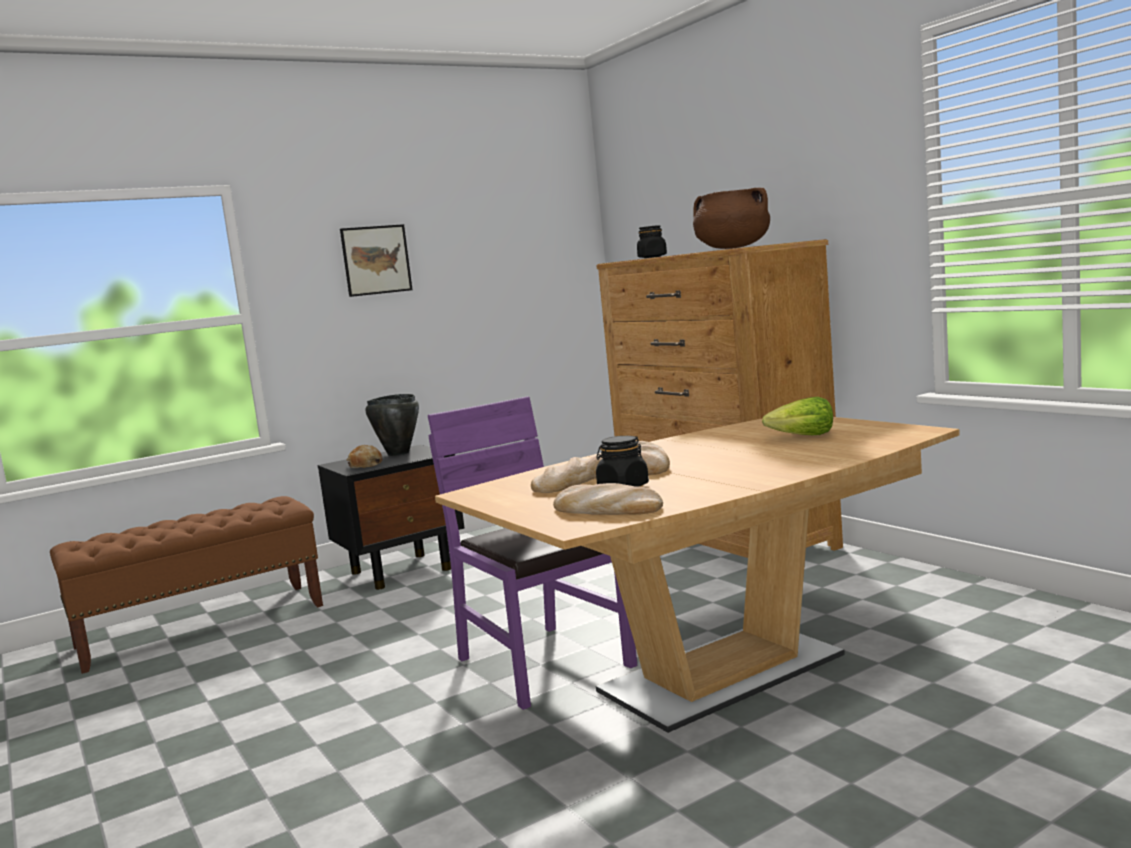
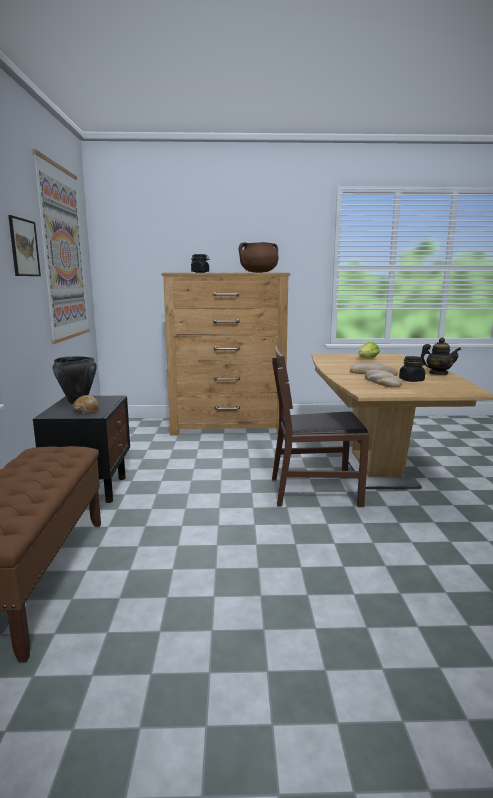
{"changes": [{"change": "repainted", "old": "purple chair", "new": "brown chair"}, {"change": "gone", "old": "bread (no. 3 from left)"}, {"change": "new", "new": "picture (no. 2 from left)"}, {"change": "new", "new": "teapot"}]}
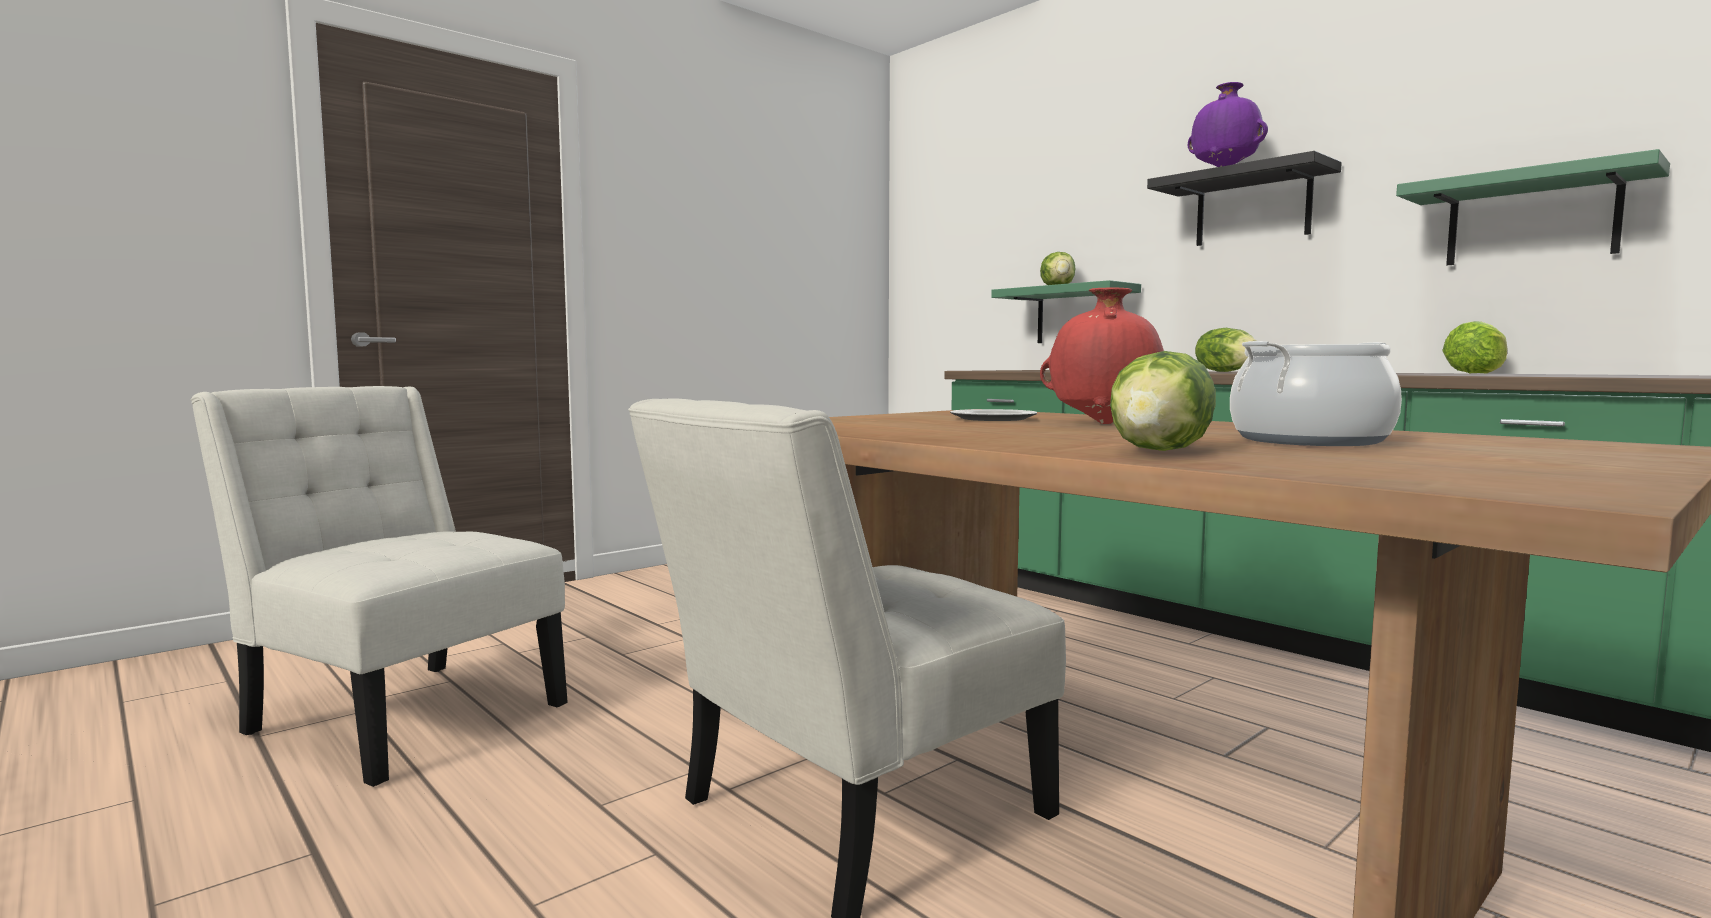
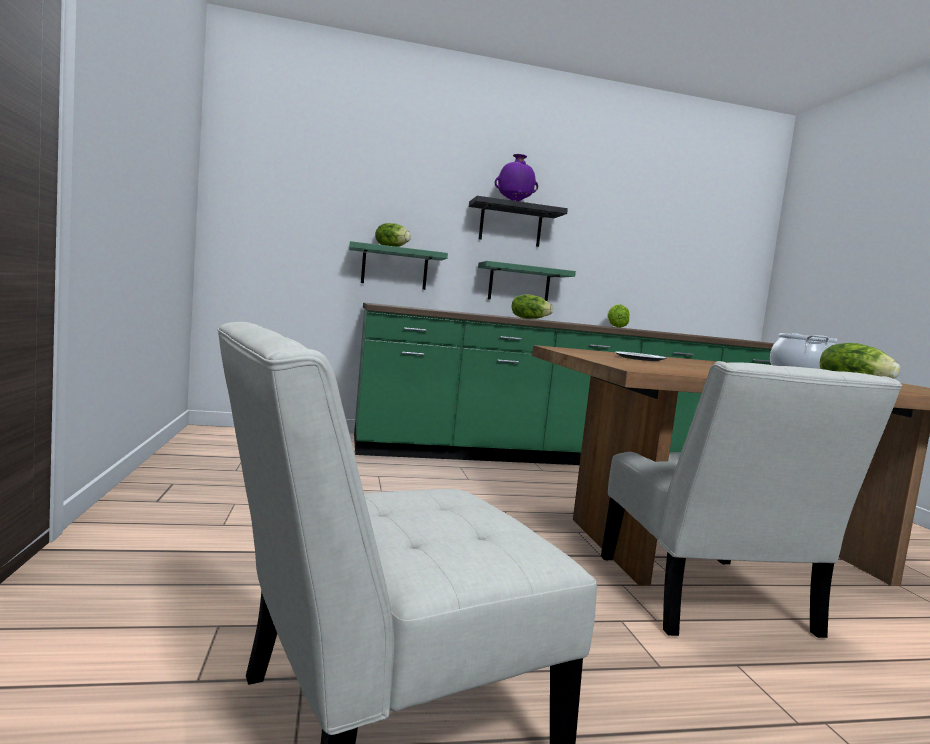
{"changes": [{"change": "shifted", "old": "green shelf (no. 2 from left)"}, {"change": "gone", "old": "red vase"}]}
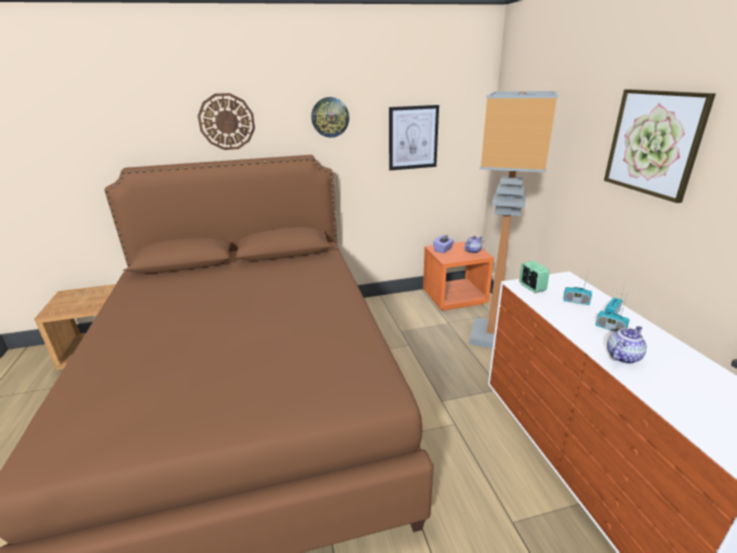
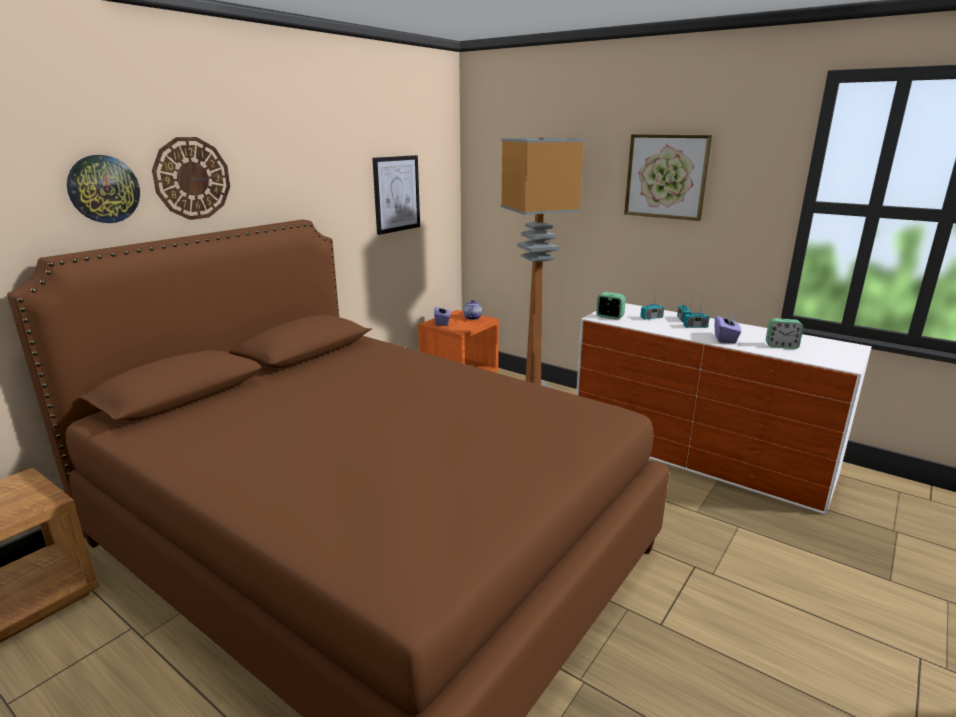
{"changes": [{"change": "shifted", "old": "wall clock (no. 2 from left in the first image)", "new": "wall clock (no. 1 from left)"}, {"change": "swapped", "old": "teapot (no. 2 from left)", "new": "purple tissue box (no. 2 from left)"}, {"change": "new", "new": "alarm clock (no. 2 from left)"}]}
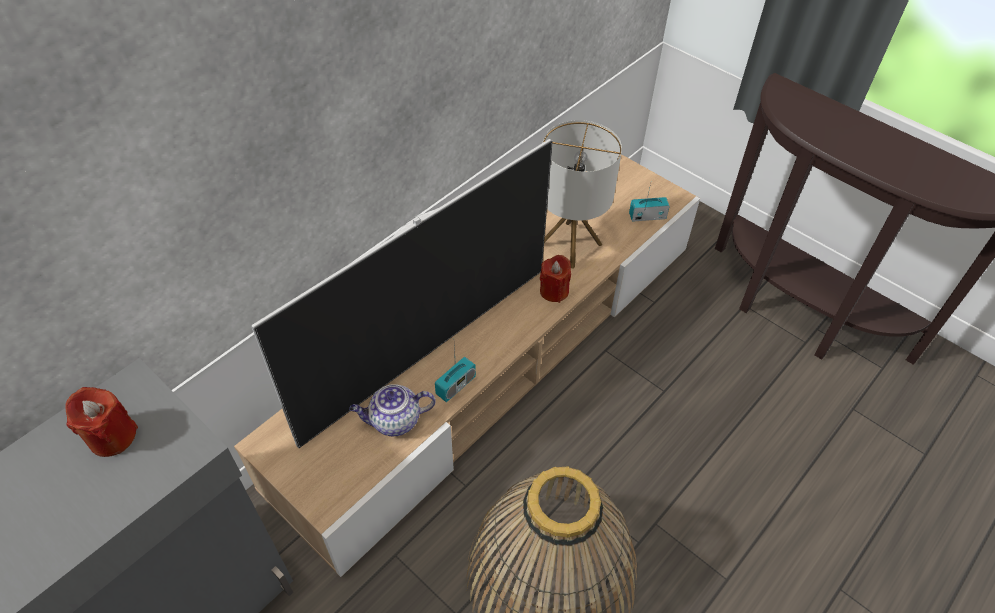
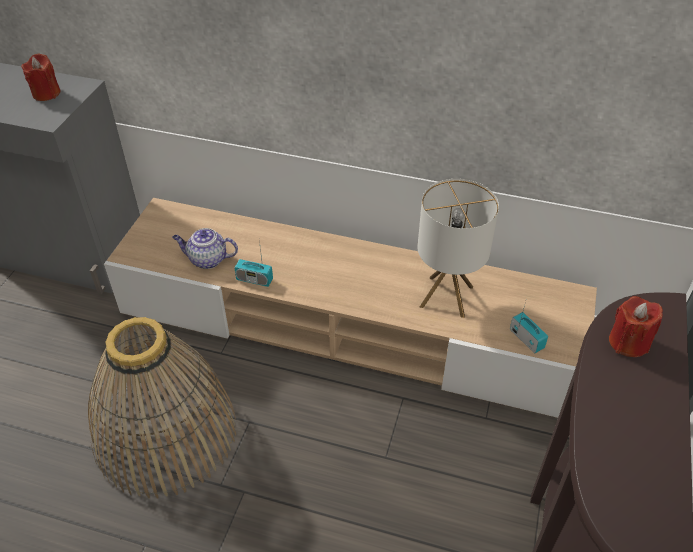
{"changes": [{"change": "gone", "old": "television"}, {"change": "shifted", "old": "red candle (no. 2 from left)"}, {"change": "rotated", "old": "teapot", "degrees": -45}]}
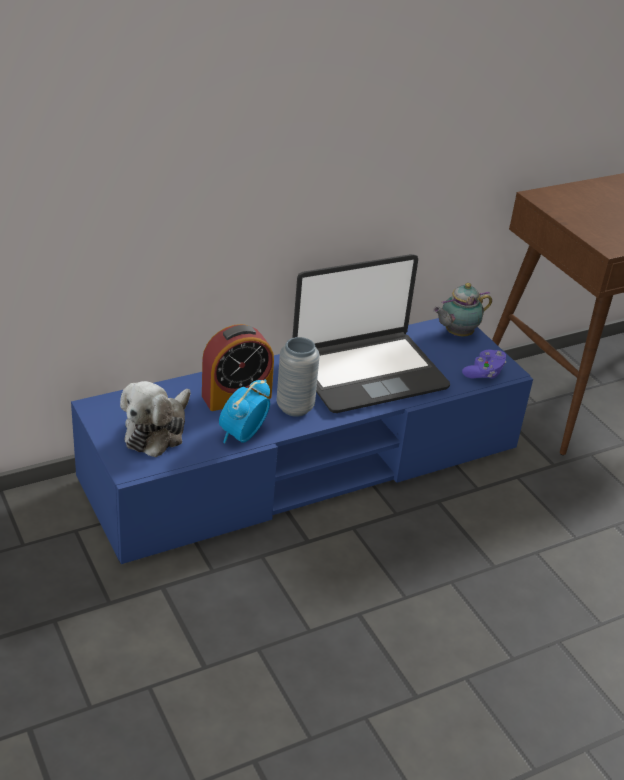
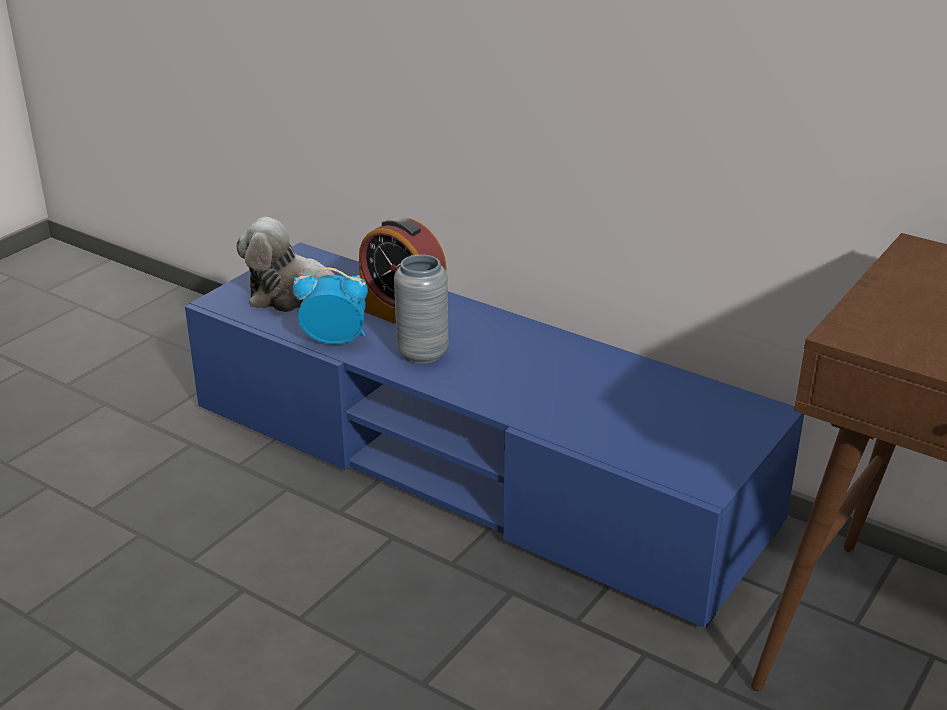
{"changes": [{"change": "gone", "old": "laptop"}, {"change": "gone", "old": "teapot"}, {"change": "gone", "old": "purple game controller"}]}
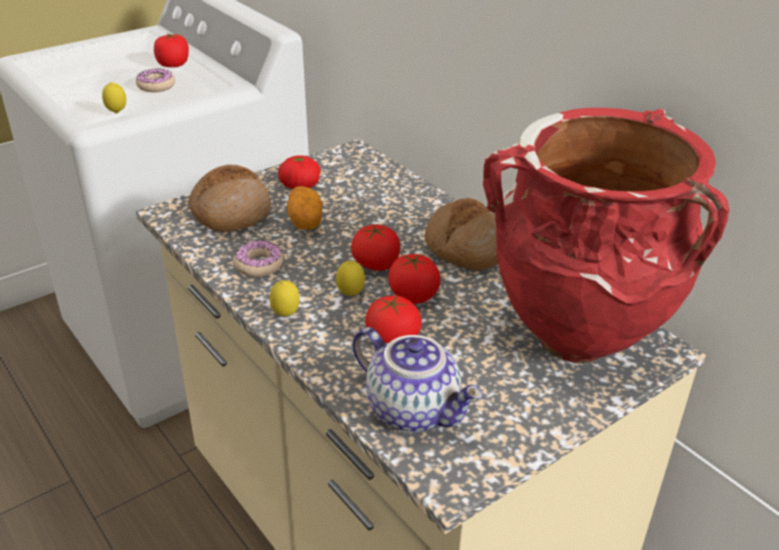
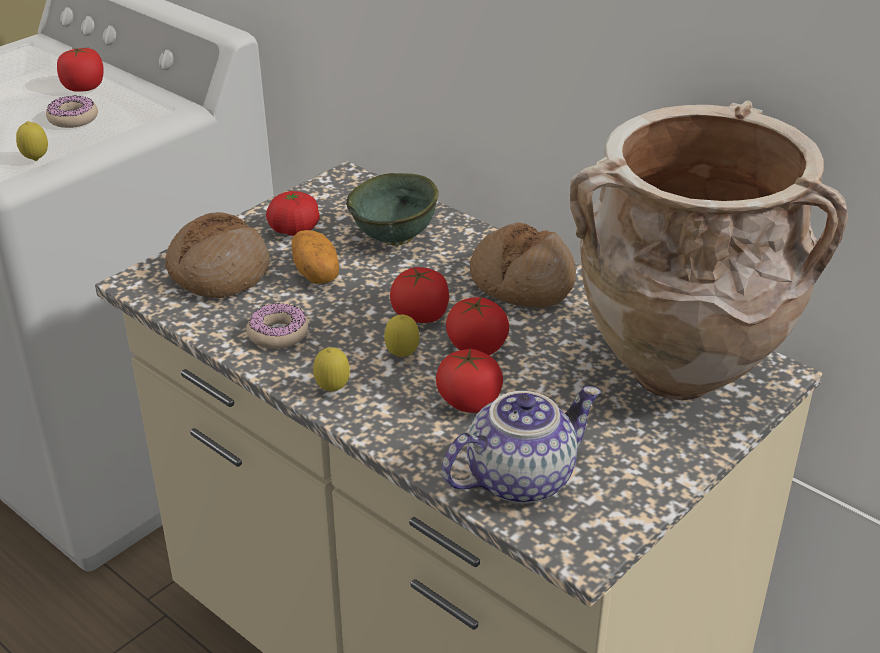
{"changes": [{"change": "repainted", "old": "red vase", "new": "beige vase"}, {"change": "rotated", "old": "teapot", "degrees": -60}, {"change": "new", "new": "green bowl"}]}
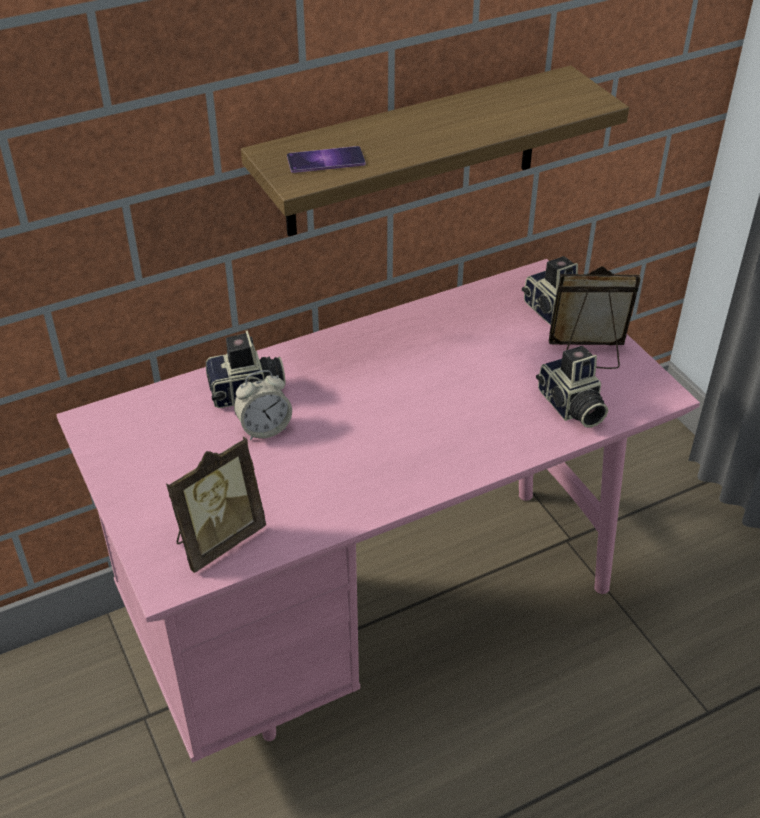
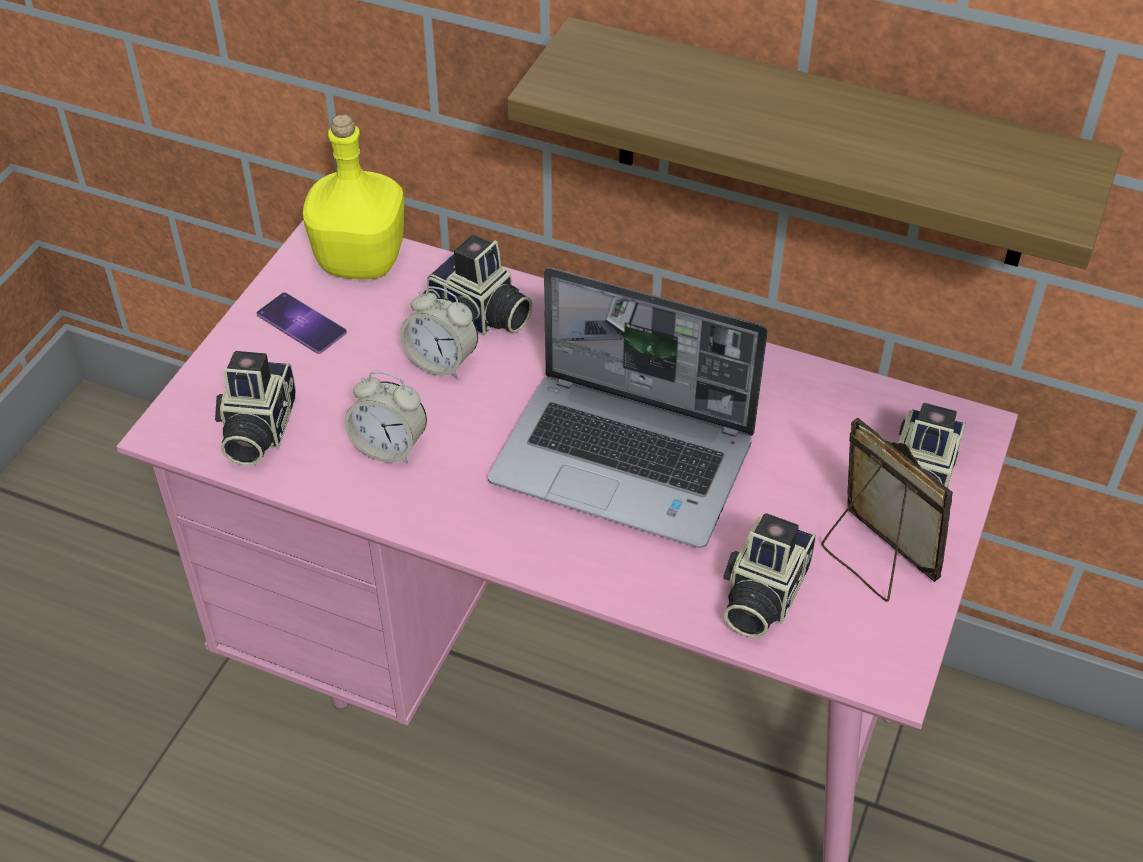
{"changes": [{"change": "shifted", "old": "phone"}, {"change": "swapped", "old": "picture frame (no. 1 from left)", "new": "photo camera (no. 1 from left)"}, {"change": "new", "new": "yellow bottle"}, {"change": "new", "new": "laptop"}, {"change": "new", "new": "alarm clock (no. 1 from left)"}]}
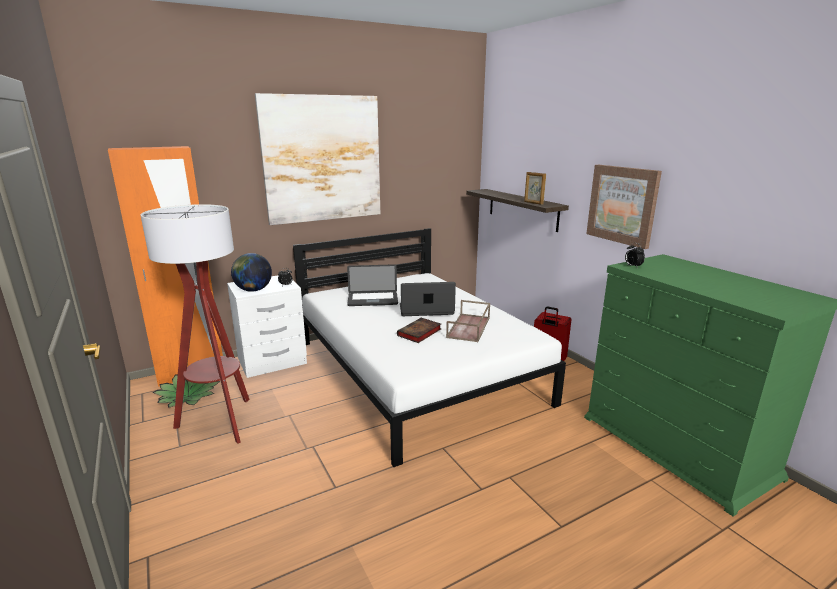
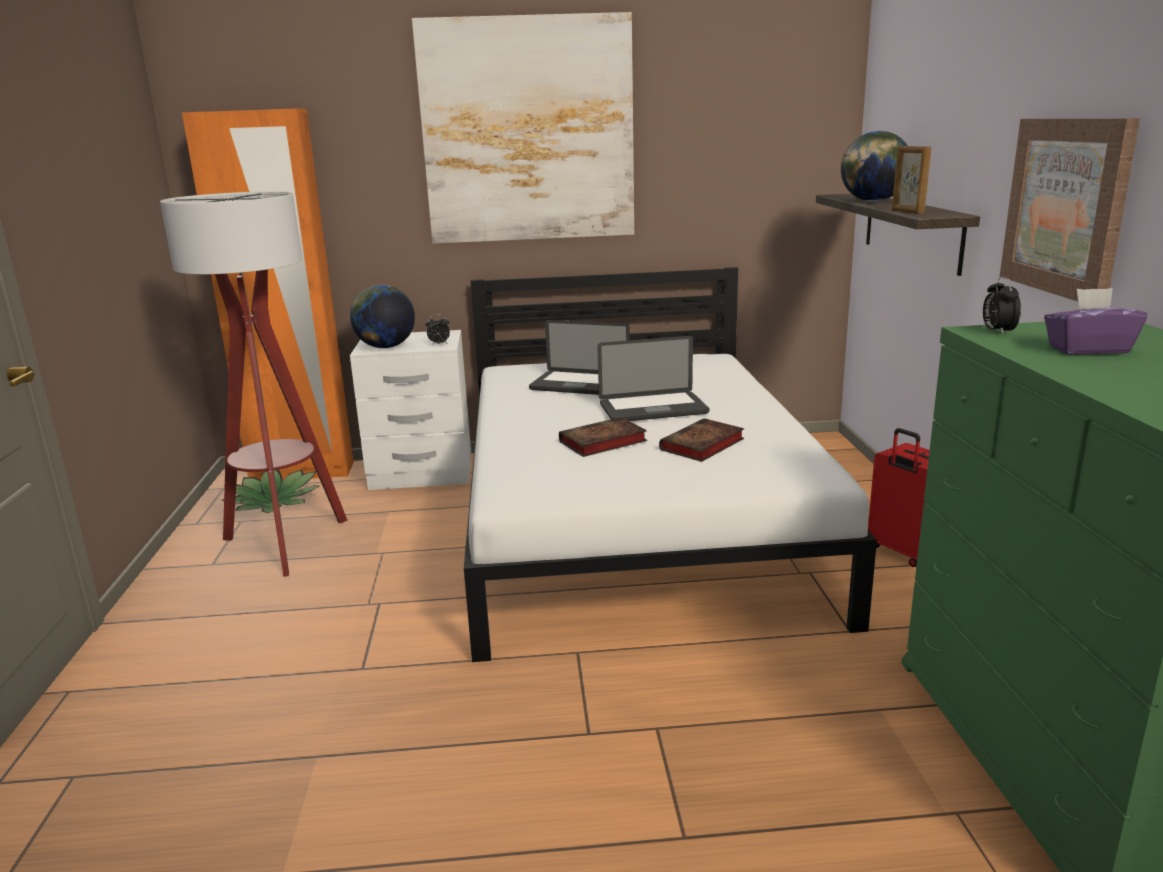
{"changes": [{"change": "rotated", "old": "laptop (no. 2 from left)", "degrees": 150}, {"change": "swapped", "old": "brown tray", "new": "book (no. 2 from left)"}, {"change": "new", "new": "globe (no. 2 from left)"}, {"change": "new", "new": "purple tissue box"}]}
